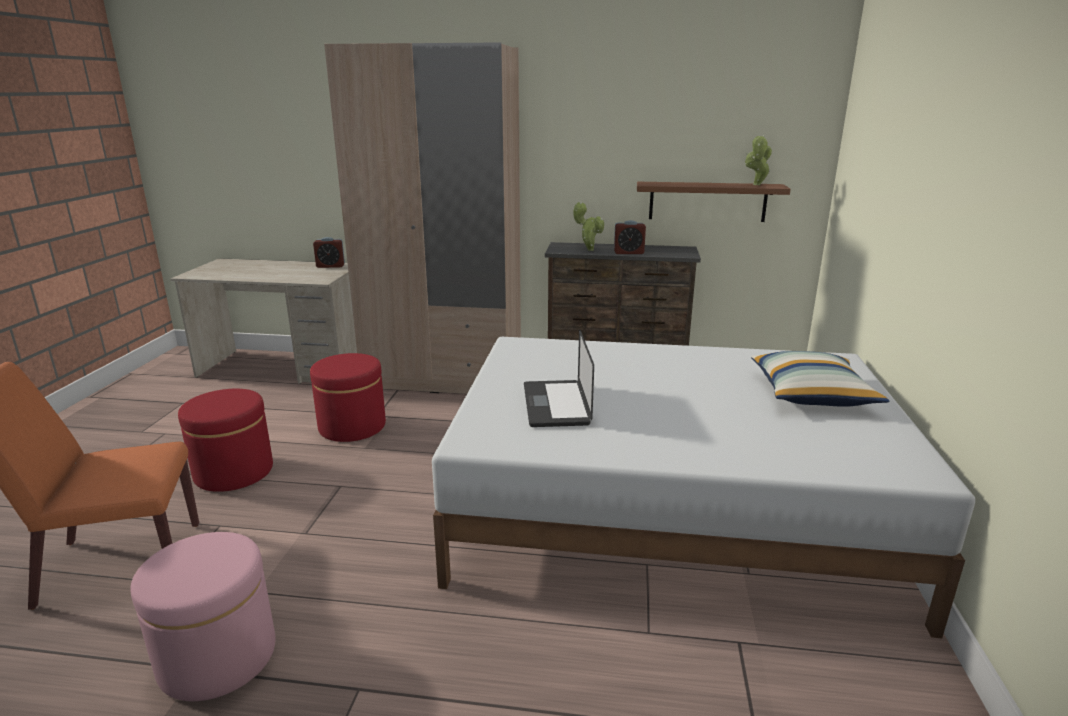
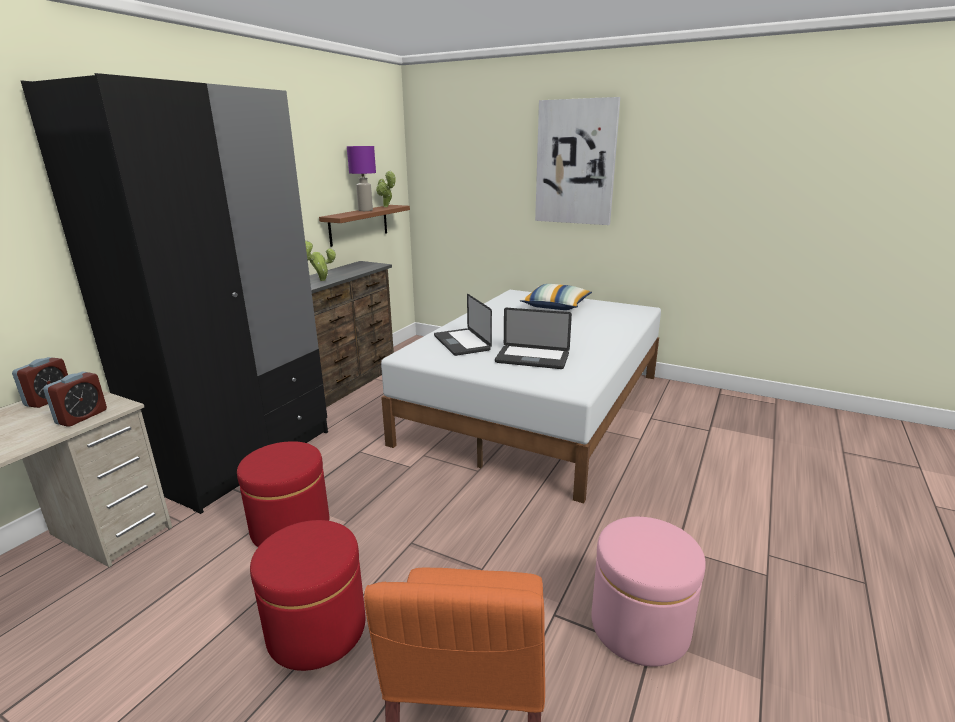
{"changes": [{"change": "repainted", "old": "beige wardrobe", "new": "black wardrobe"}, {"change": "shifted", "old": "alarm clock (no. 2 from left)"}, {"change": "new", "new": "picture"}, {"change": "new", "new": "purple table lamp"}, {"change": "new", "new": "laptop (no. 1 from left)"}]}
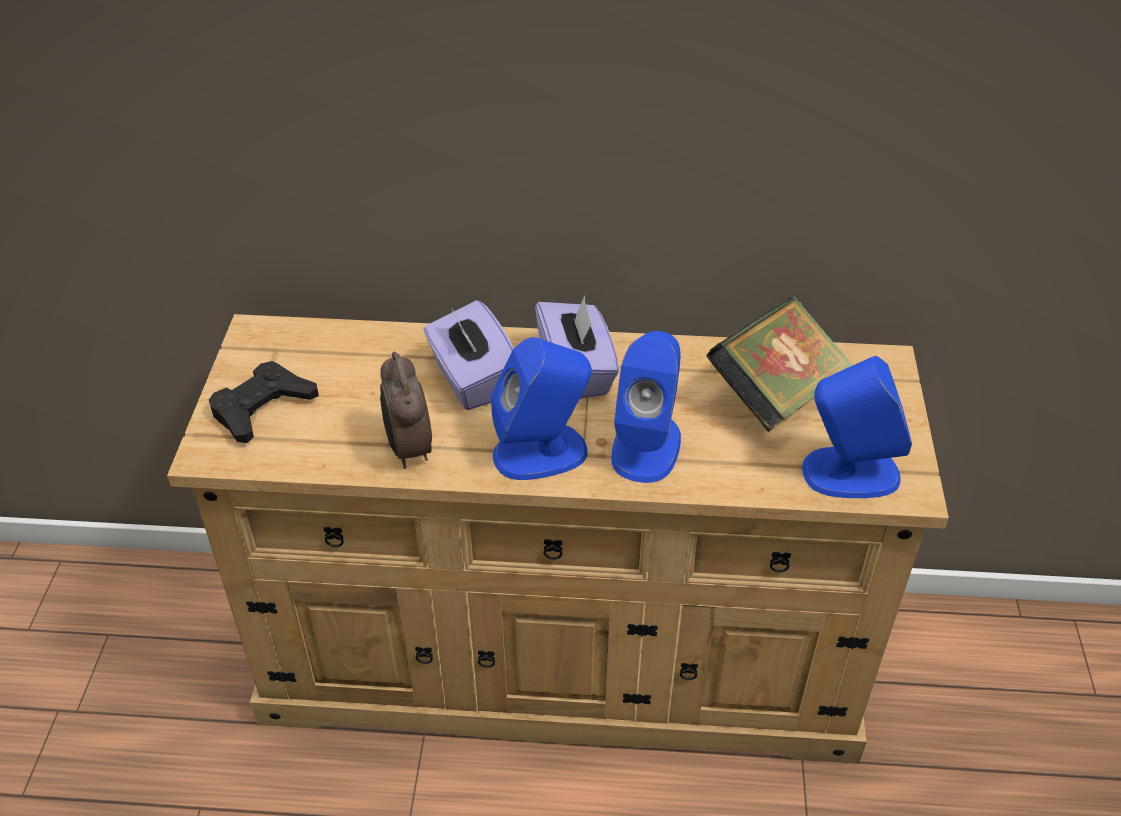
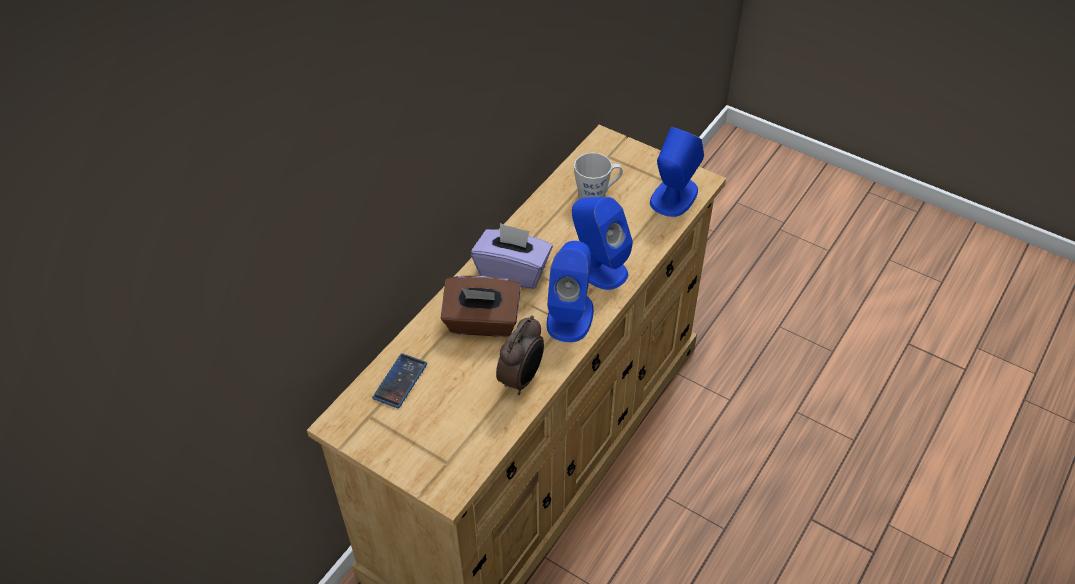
{"changes": [{"change": "swapped", "old": "book", "new": "grey mug"}, {"change": "repainted", "old": "purple tissue box (no. 1 from left)", "new": "brown tissue box"}, {"change": "rotated", "old": "alarm clock", "degrees": -75}, {"change": "gone", "old": "black game controller"}, {"change": "new", "new": "phone"}]}
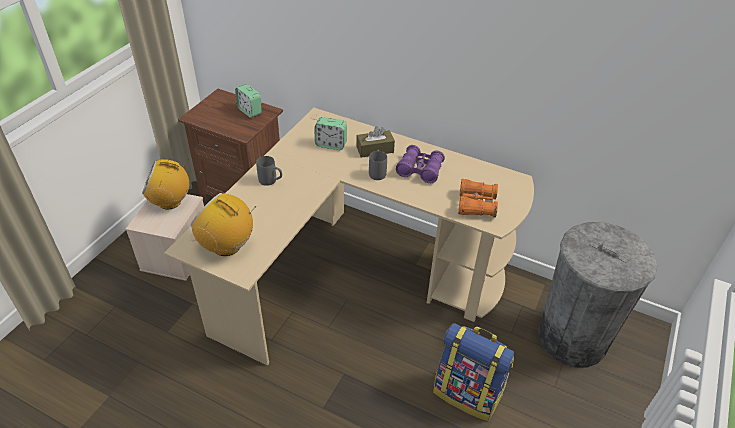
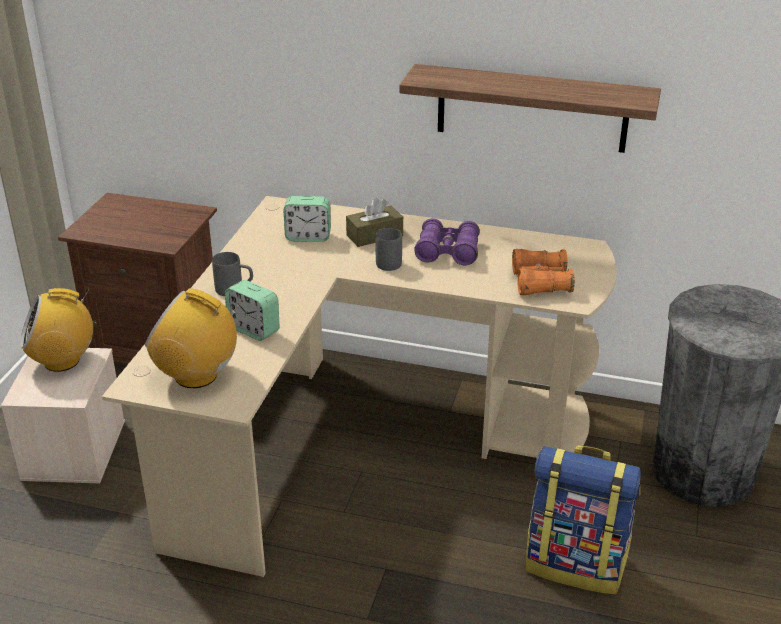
{"changes": [{"change": "shifted", "old": "alarm clock (no. 1 from left)"}, {"change": "new", "new": "shelf"}]}
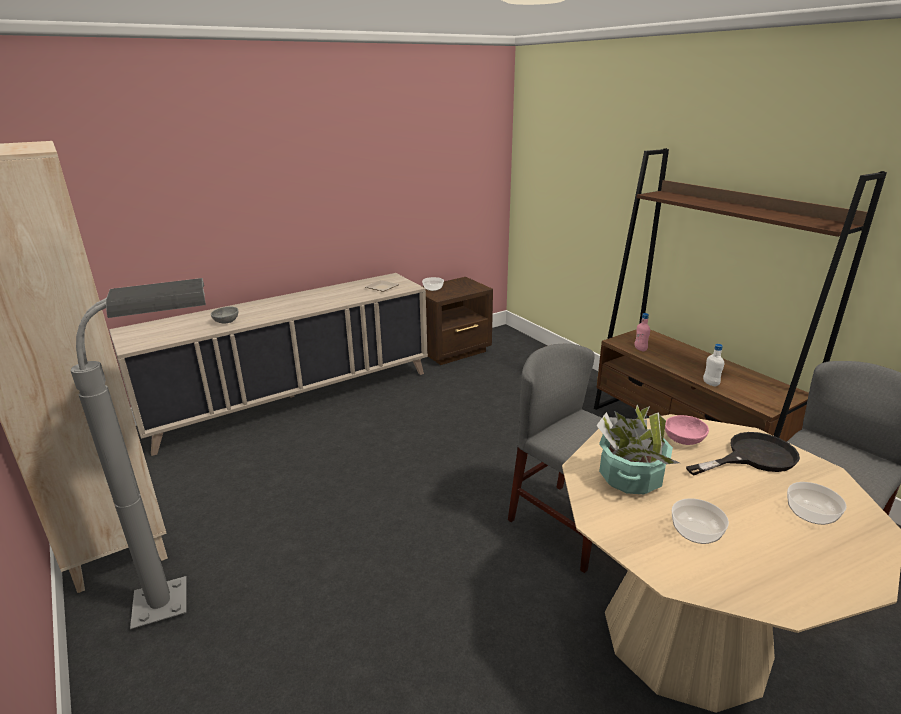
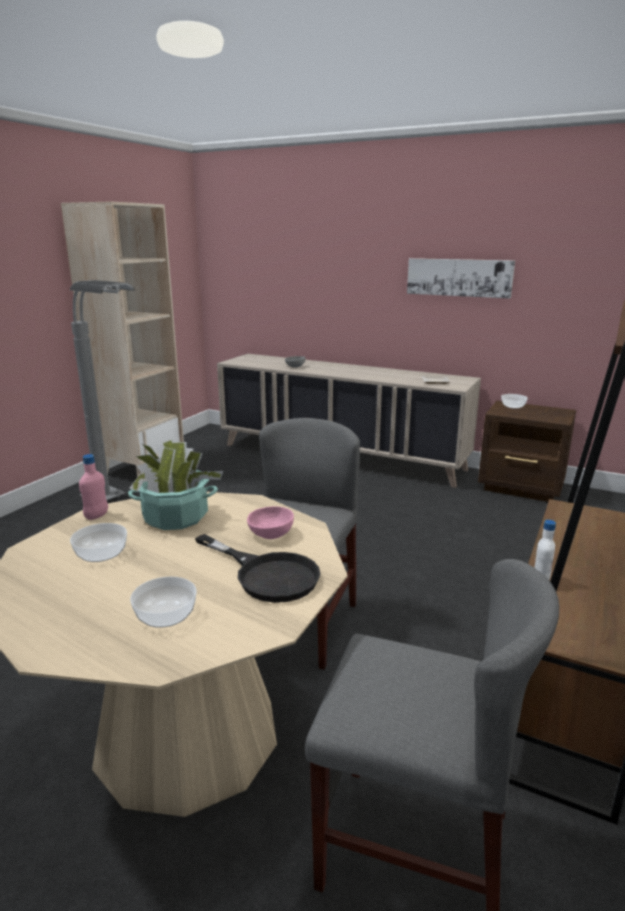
{"changes": [{"change": "shifted", "old": "pink bottle"}, {"change": "new", "new": "picture"}]}
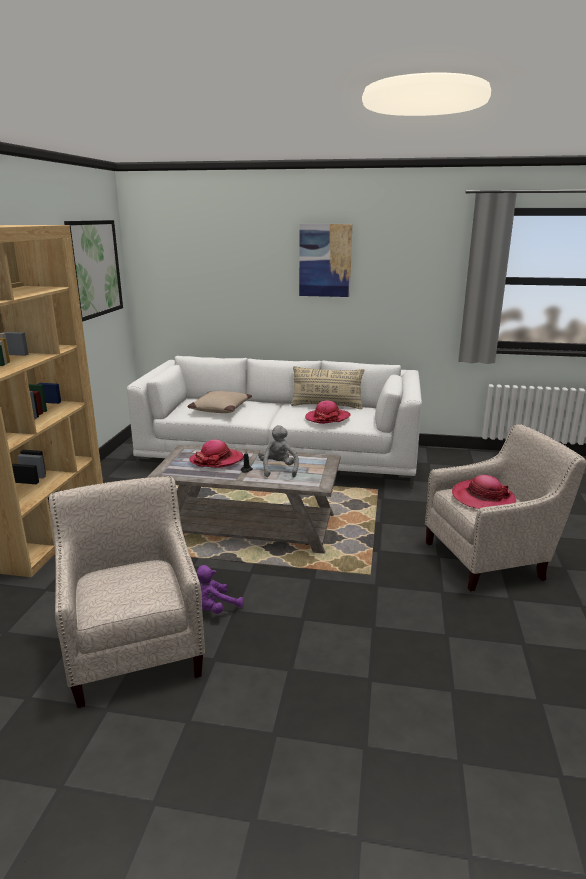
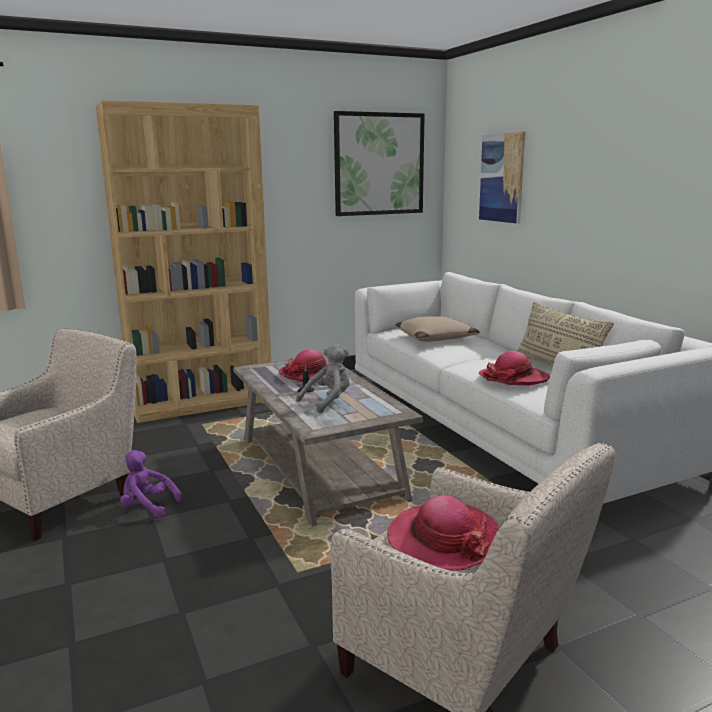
{"changes": [{"change": "shifted", "old": "picture (no. 2 from left)"}]}
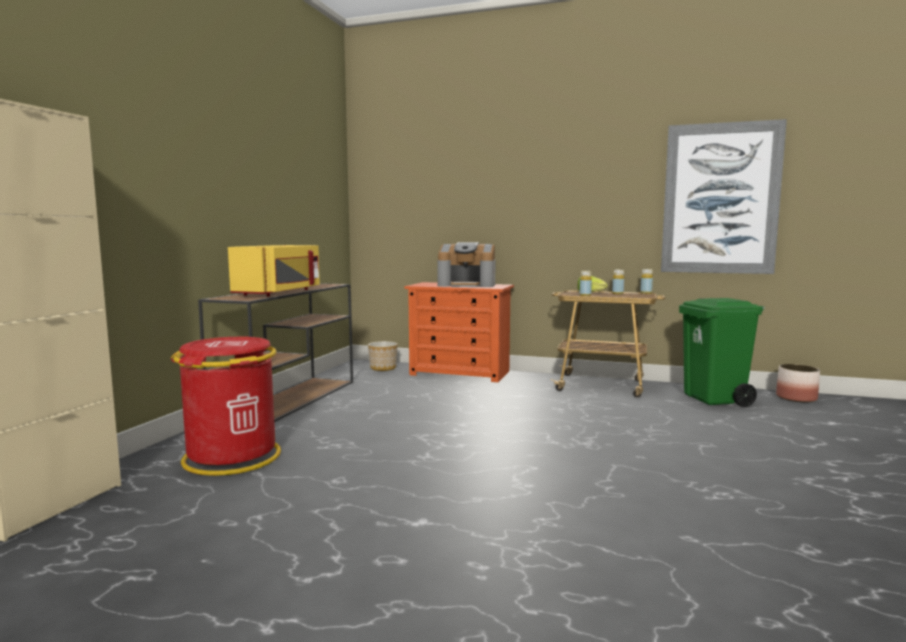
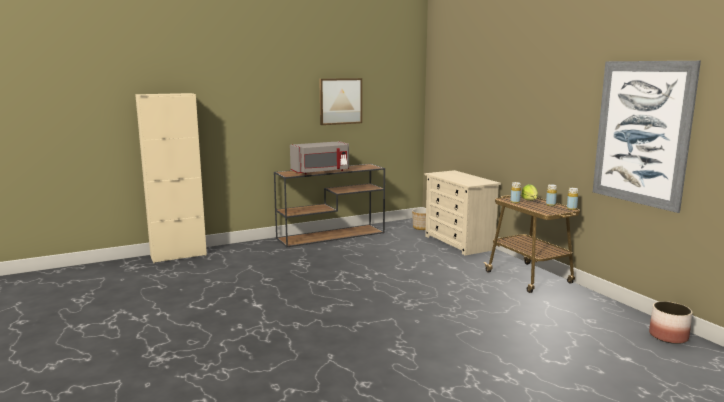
{"changes": [{"change": "gone", "old": "coffee machine"}, {"change": "repainted", "old": "yellow microwave", "new": "grey microwave"}, {"change": "repainted", "old": "orange dresser", "new": "beige dresser"}, {"change": "gone", "old": "green trash can"}, {"change": "gone", "old": "red trash can"}, {"change": "new", "new": "picture (no. 1 from left)"}]}
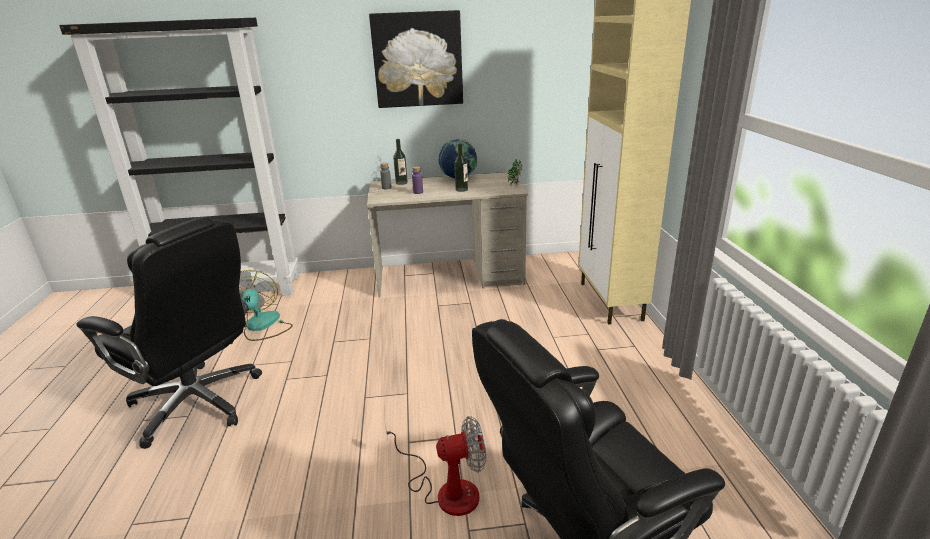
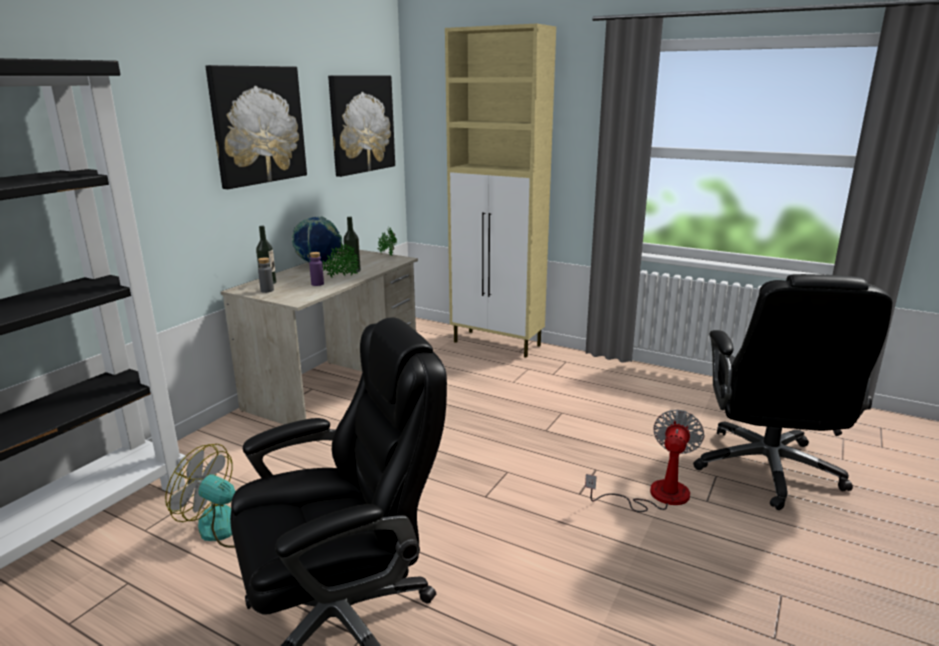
{"changes": [{"change": "new", "new": "picture (no. 2 from left)"}, {"change": "new", "new": "potted plant (no. 1 from left)"}]}
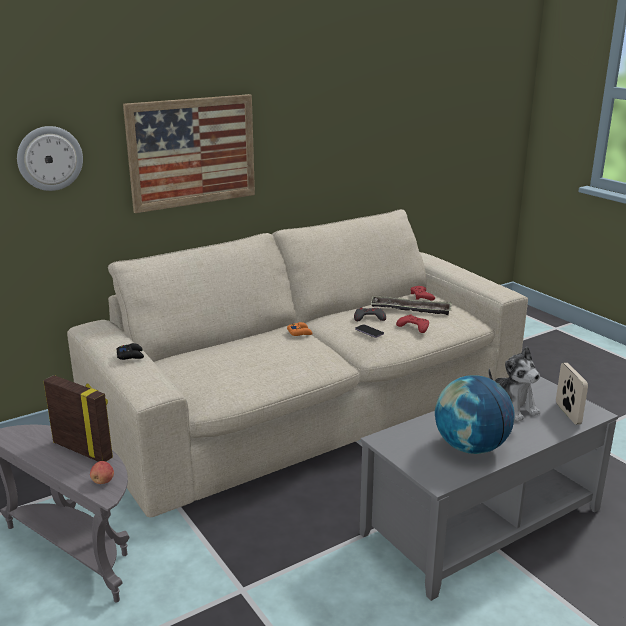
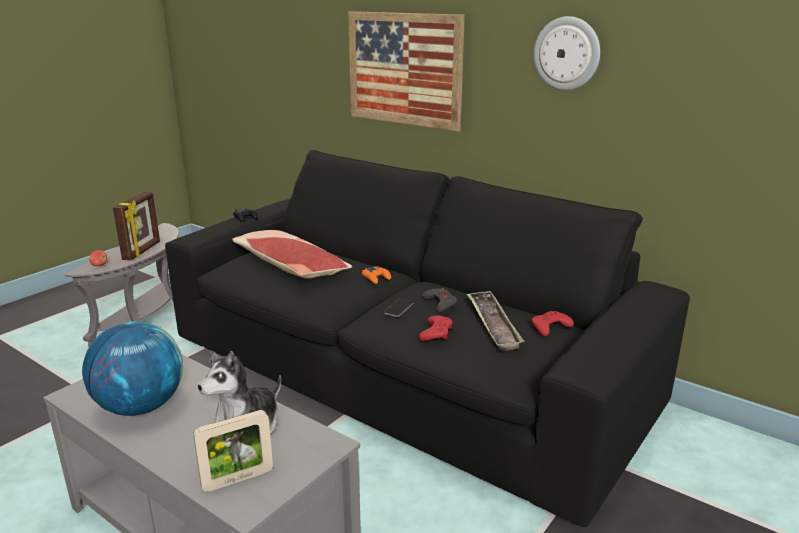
{"changes": [{"change": "shifted", "old": "wall clock"}, {"change": "repainted", "old": "beige sofa", "new": "black sofa"}, {"change": "new", "new": "pillow"}]}
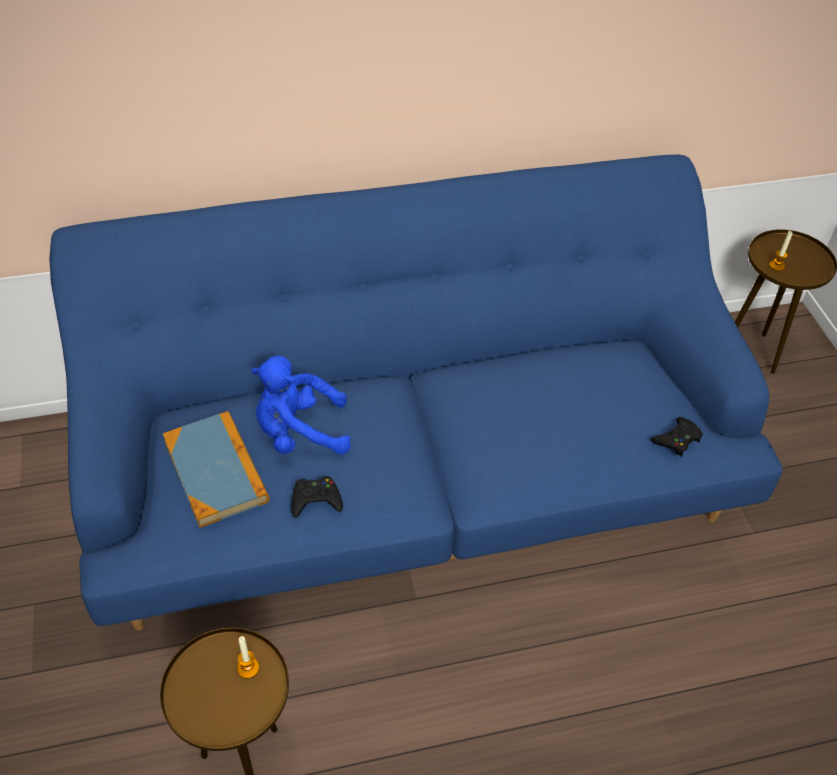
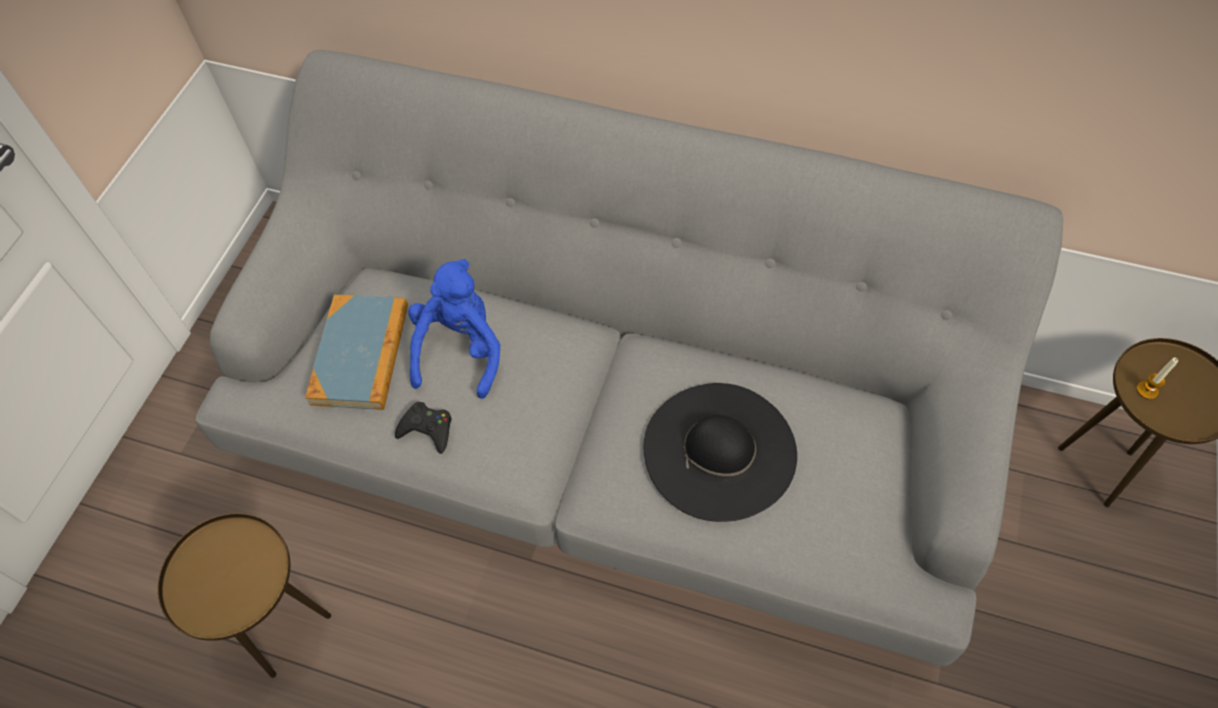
{"changes": [{"change": "repainted", "old": "blue sofa", "new": "grey sofa"}, {"change": "rotated", "old": "blue plush toy", "degrees": 75}, {"change": "gone", "old": "black game controller (no. 2 from left)"}, {"change": "gone", "old": "candle (no. 1 from left)"}, {"change": "new", "new": "black hat"}]}
